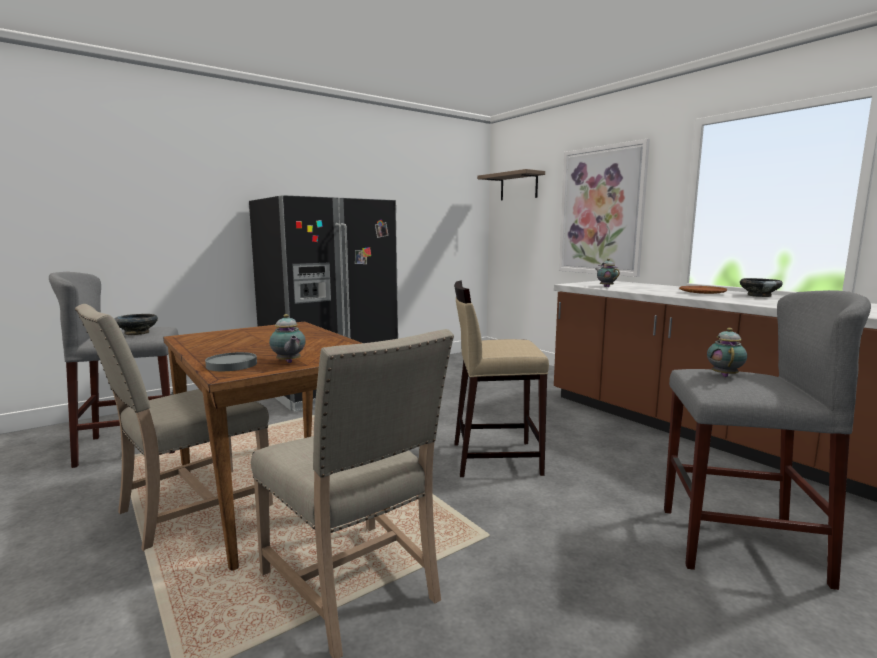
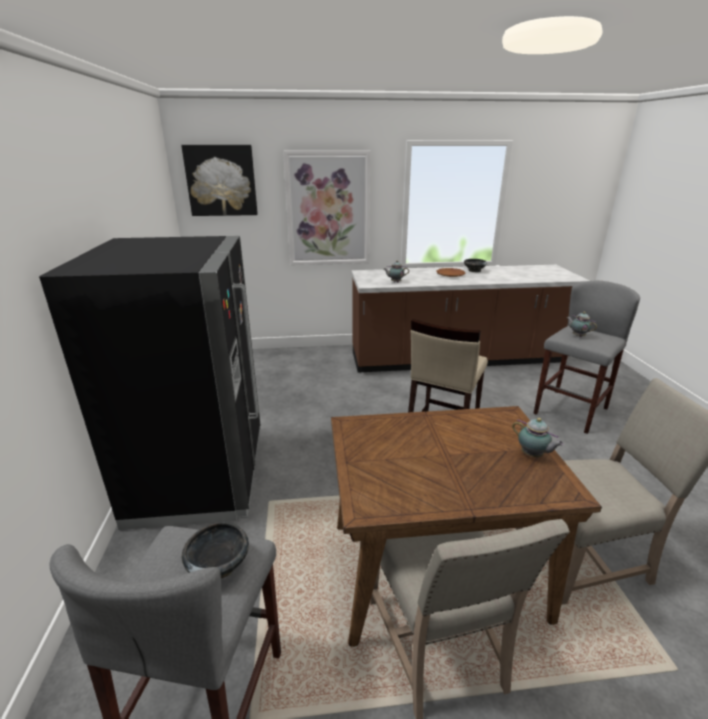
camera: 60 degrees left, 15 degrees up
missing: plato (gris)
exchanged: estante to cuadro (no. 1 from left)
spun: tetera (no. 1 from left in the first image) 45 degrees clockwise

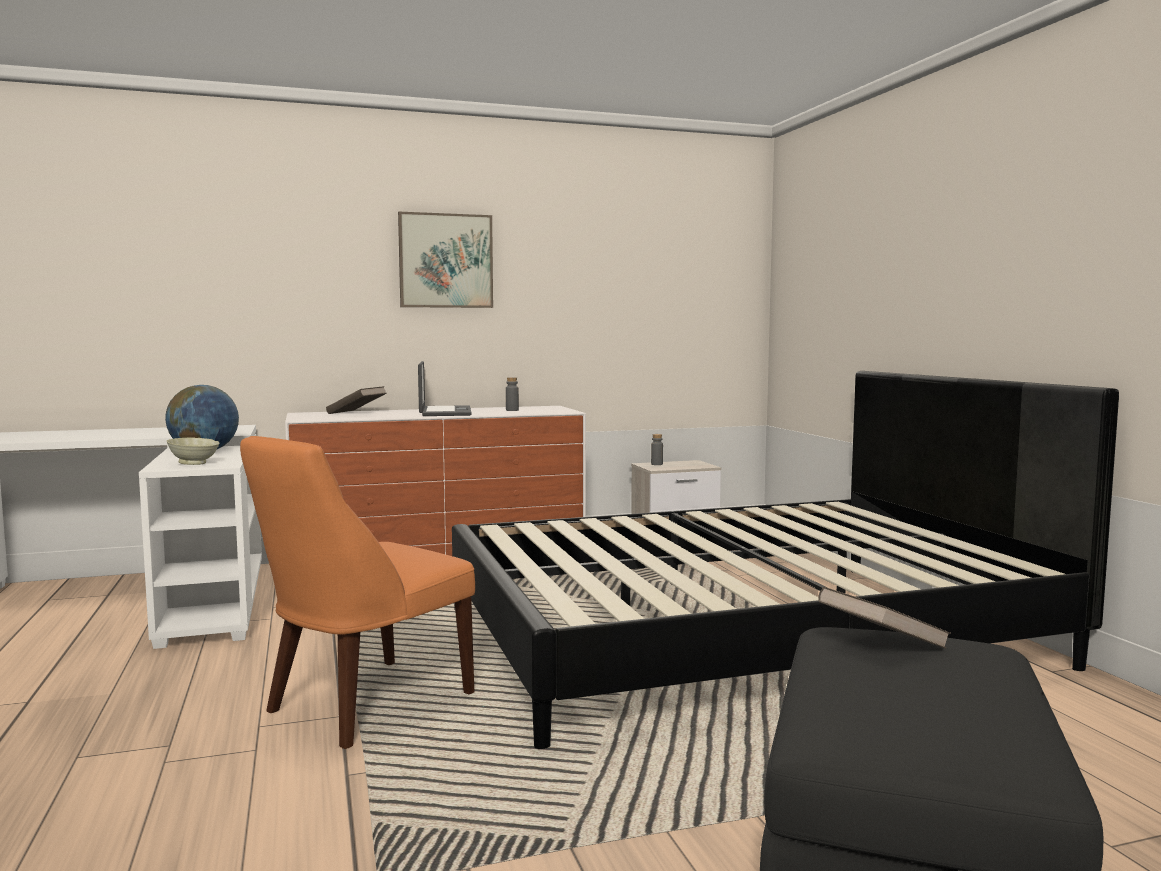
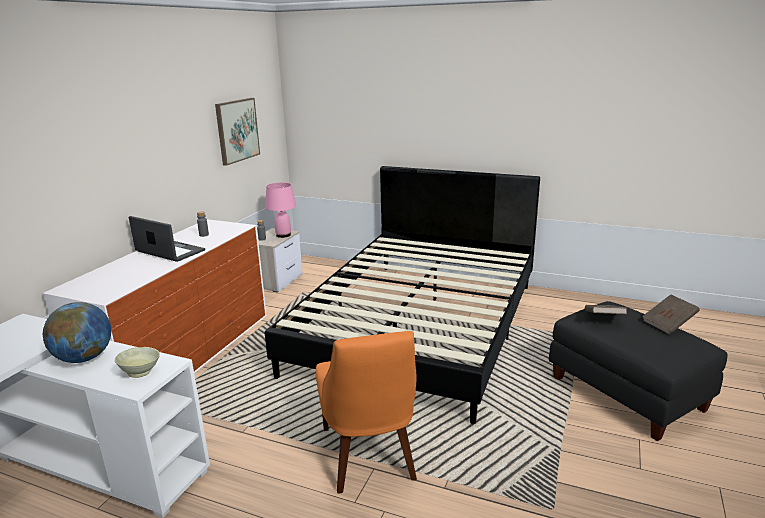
camera: 50 degrees left, 15 degrees up
appeared: lámpara de mesa (rosa)
relocated: libro (marrón) (no. 1 from left in the first image) to libro (marrón) (no. 2 from left); cuadro

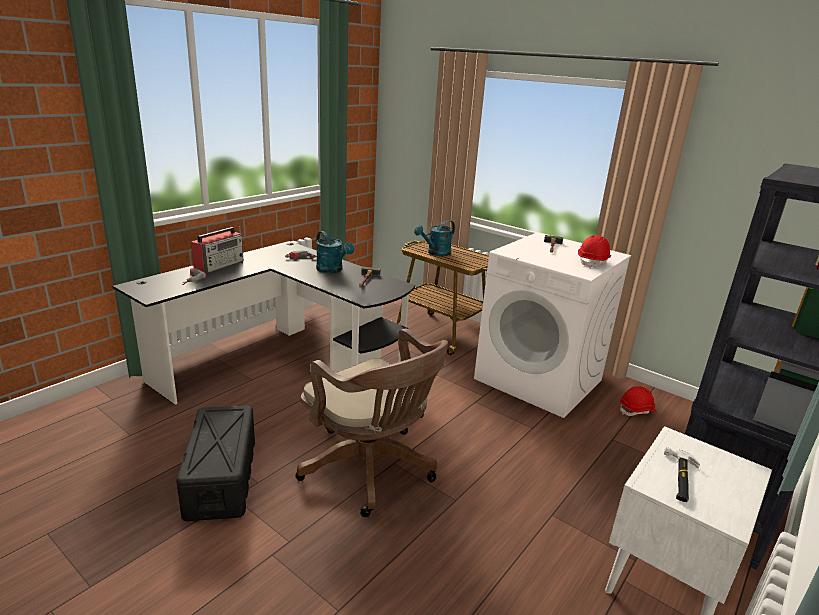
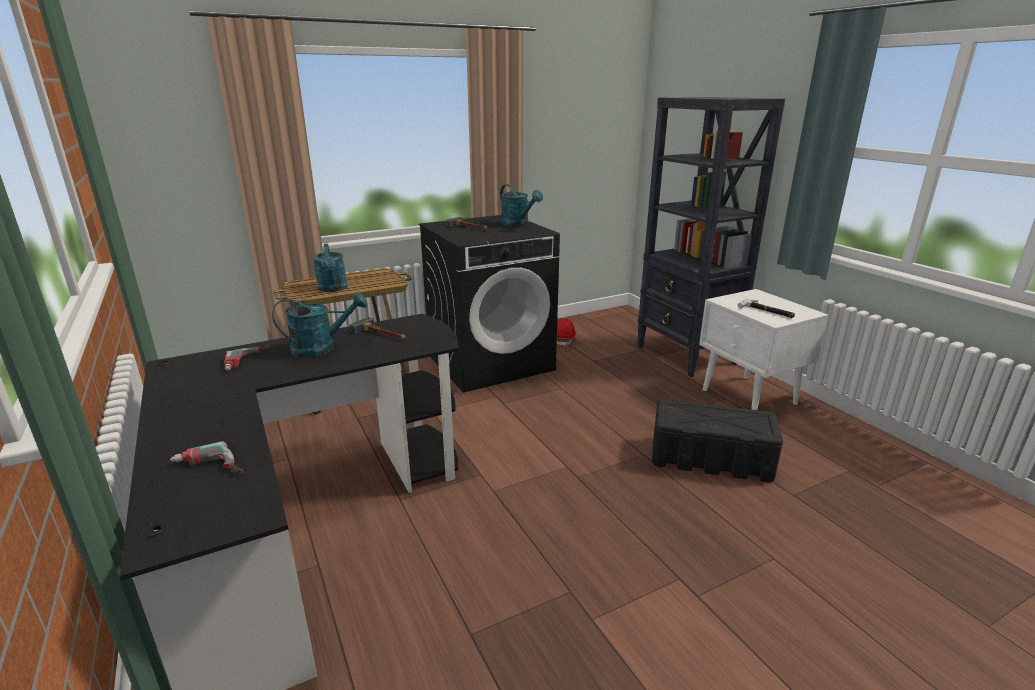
camera: 65 degrees left, 0 degrees up
missing: radio; silla de oficina (marrón)
relocated: caja de almacenaje (negro)
exchanged: casco (rojo) (no. 1 from left) to regadera (turquesa) (no. 3 from left)
colour: lavadora (blanco) to lavadora (negro)

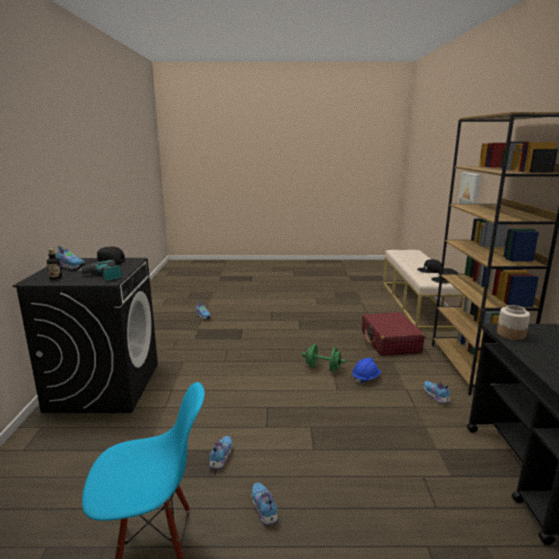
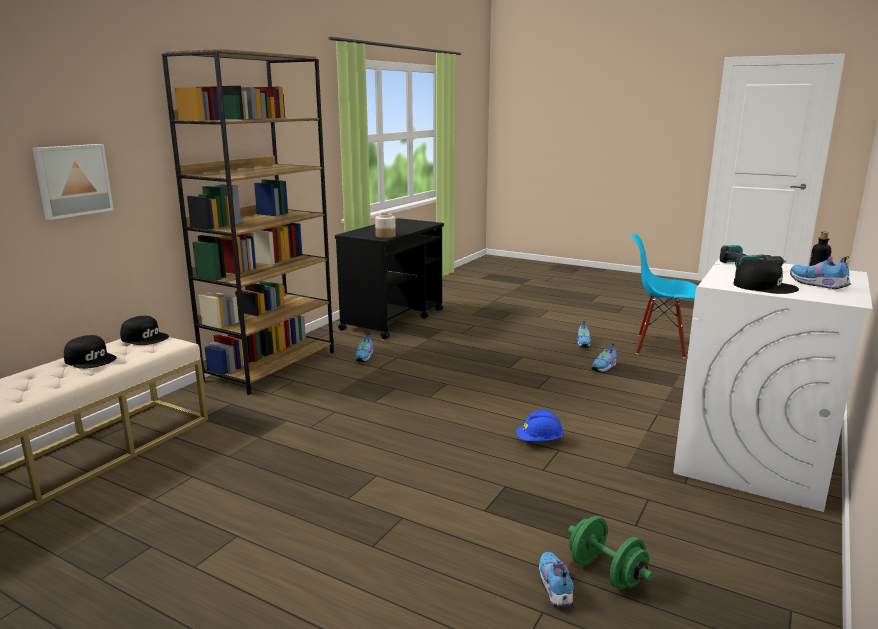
camera: 150 degrees left, 0 degrees up
missing: maleta (rojo)
relocated: mancuerna (verde); casco (azul)
colour: lavadora (negro) to lavadora (blanco)

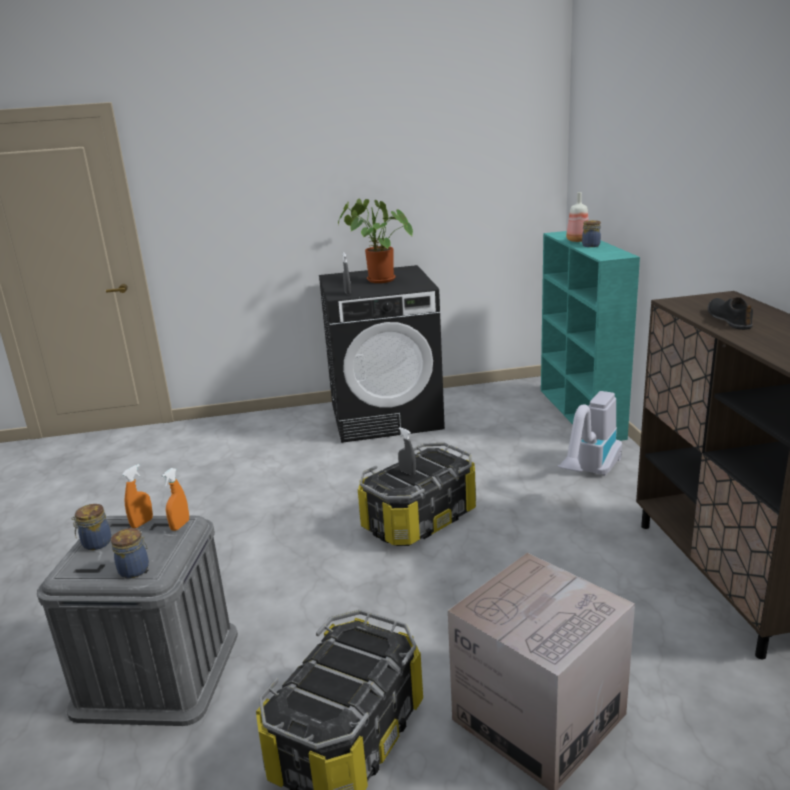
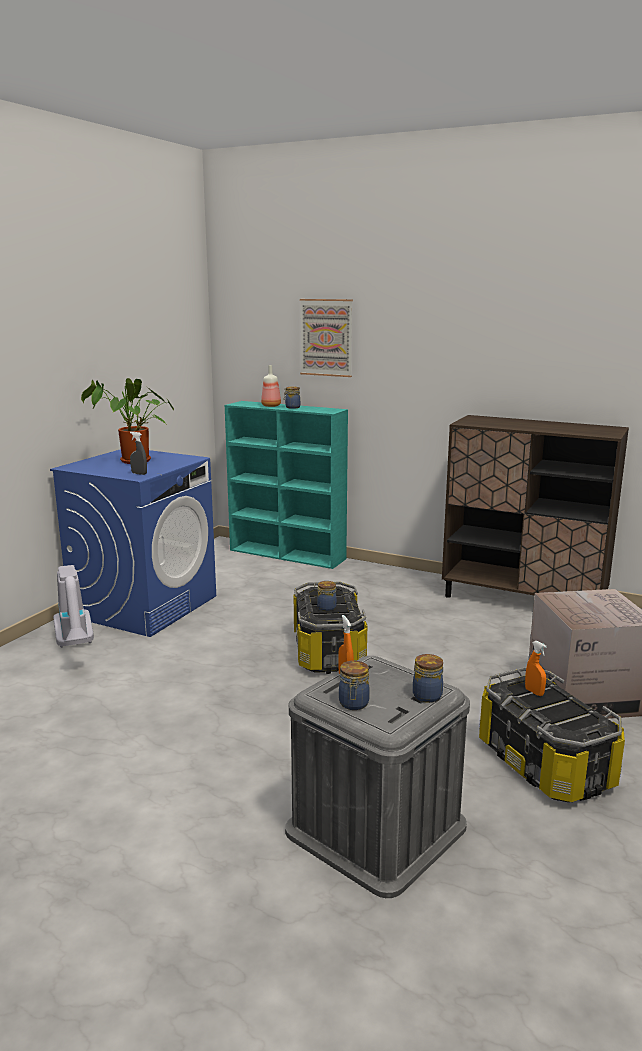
camera: 55 degrees left, 5 degrees down
missing: zapato (negro)
appeared: cuadro
relocated: pulverizador (naranja) (no. 2 from left); aspiradora
exchanged: pulverizador (gris) (no. 2 from left) to tarro (no. 2 from left)
colour: lavadora (negro) to lavadora (azul)

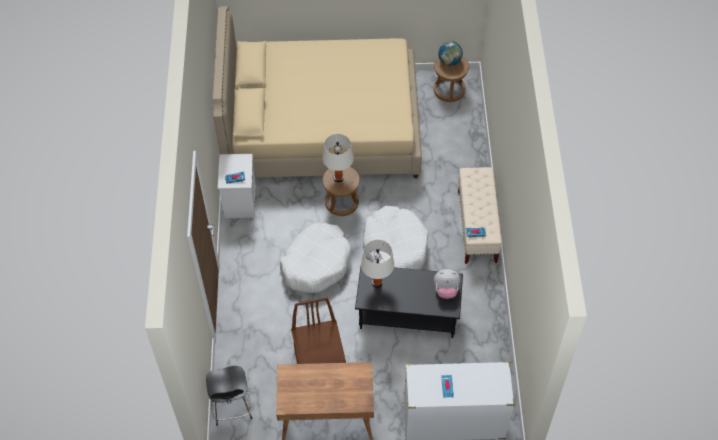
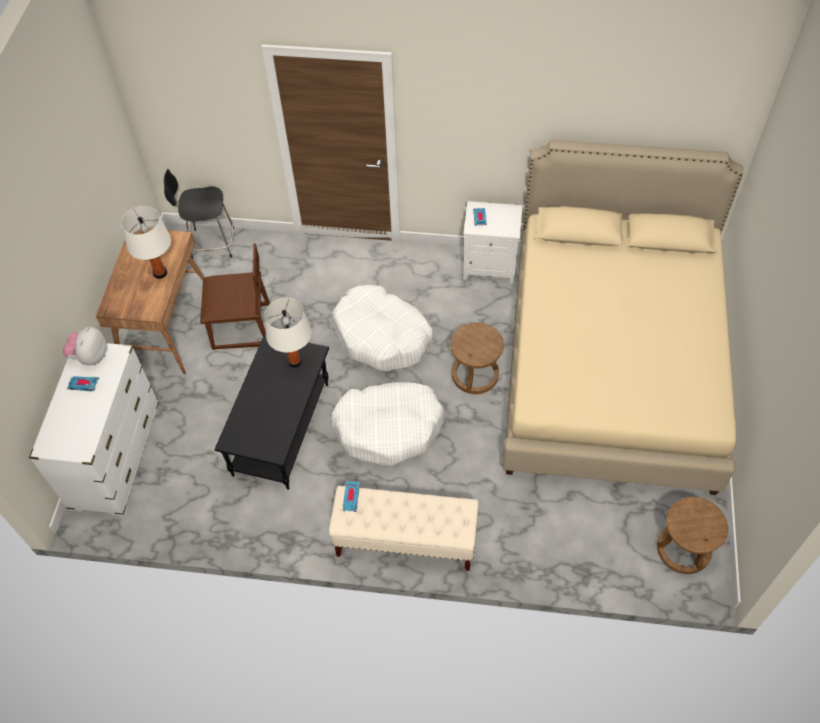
camera: 100 degrees right, 0 degrees up
missing: globo terráqueo
relocated: lámpara de mesa (blanco) (no. 1 from left); peluche

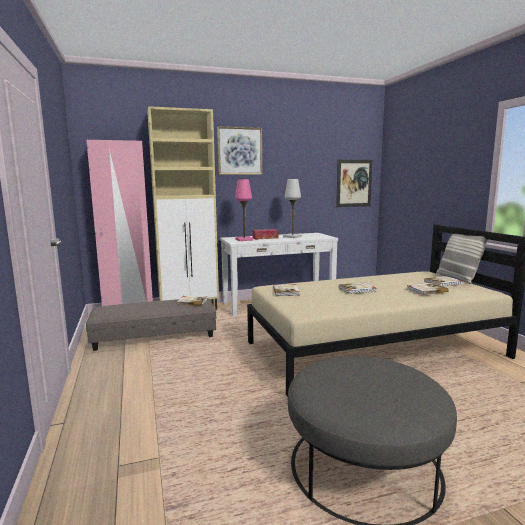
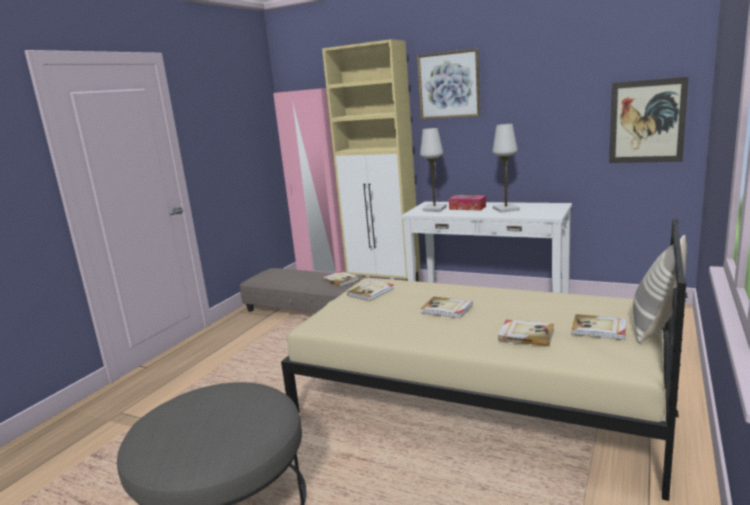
camera: 45 degrees right, 5 degrees up
colour: lámpara de mesa (rosa) to lámpara de mesa (blanco) (no. 1 from left)

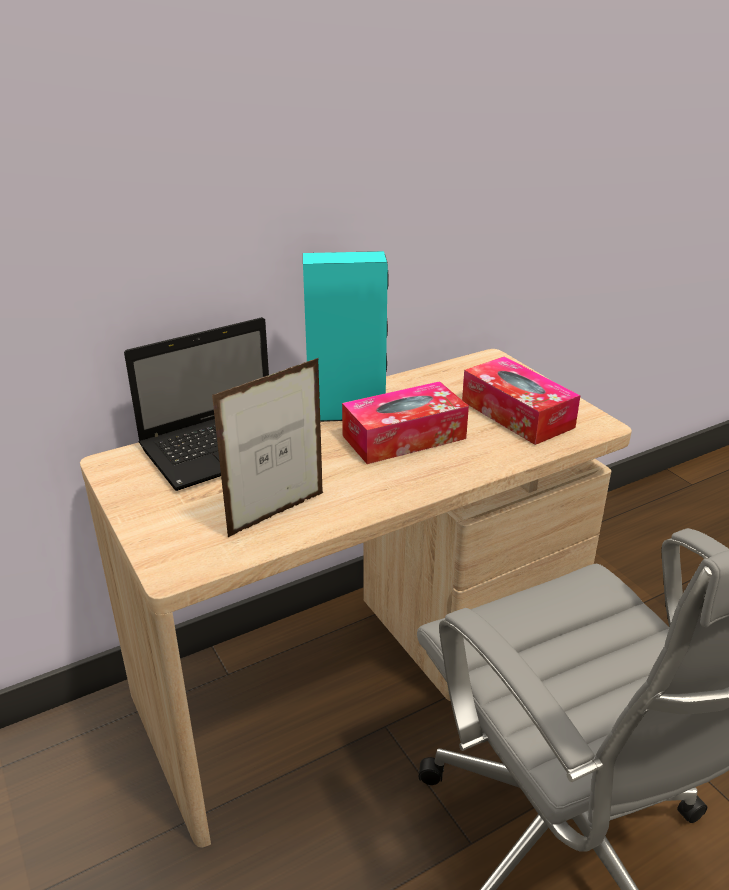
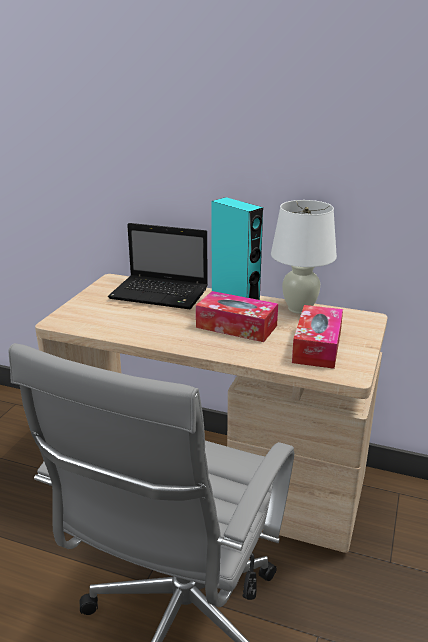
camera: 50 degrees right, 5 degrees down
missing: portarretratos
appeared: lámpara de mesa (blanco)

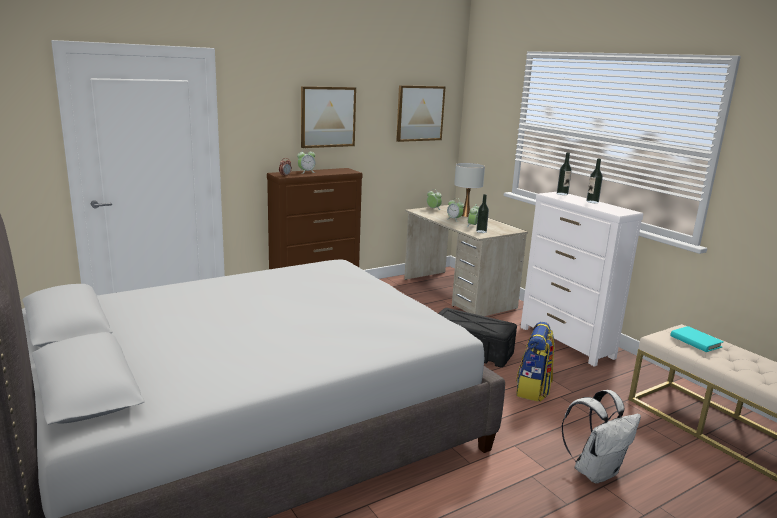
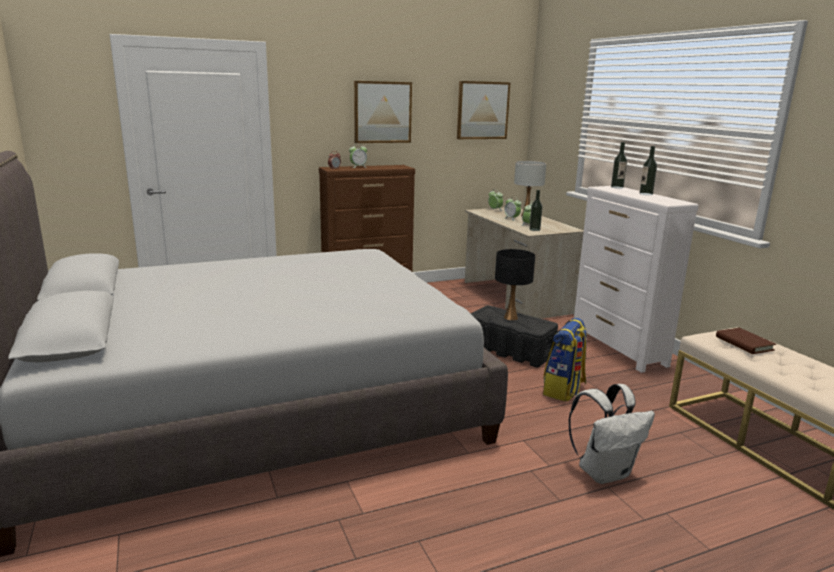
camera: 10 degrees right, 0 degrees up
appeared: lámpara de mesa (negro)
colour: libro (turquesa) to libro (marrón)

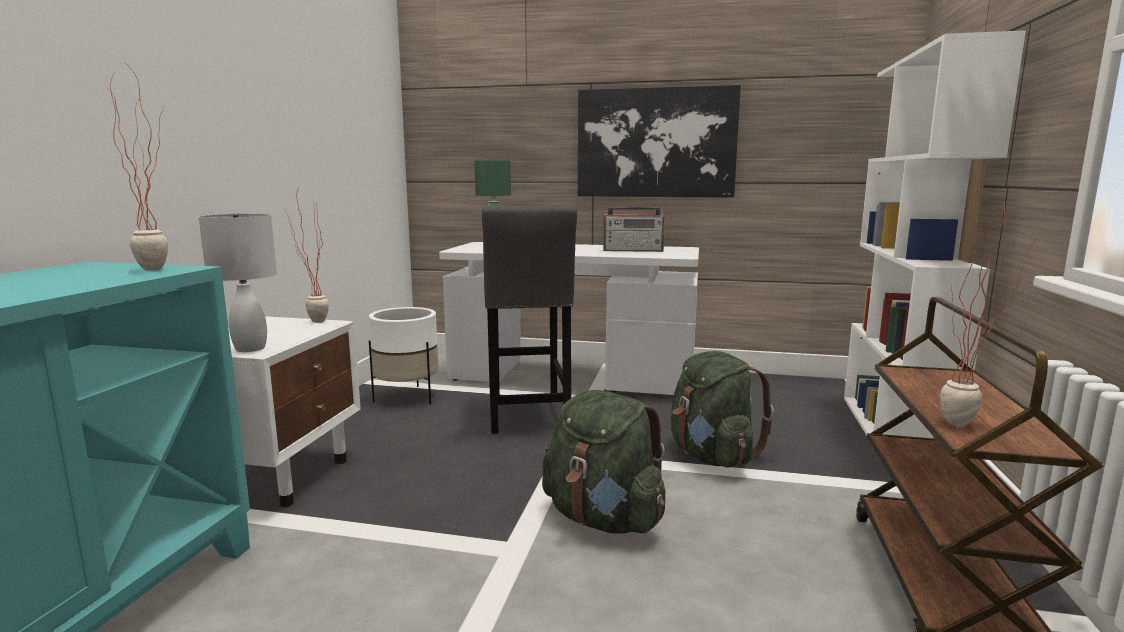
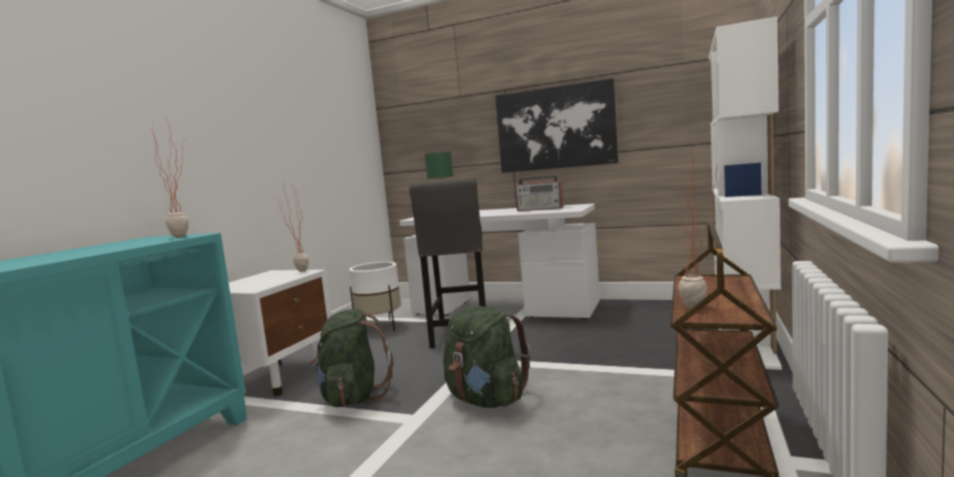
camera: 10 degrees right, 5 degrees down
missing: lámpara de mesa (blanco)
relocated: mochila (verde) (no. 2 from left in the first image) to mochila (verde) (no. 1 from left)

